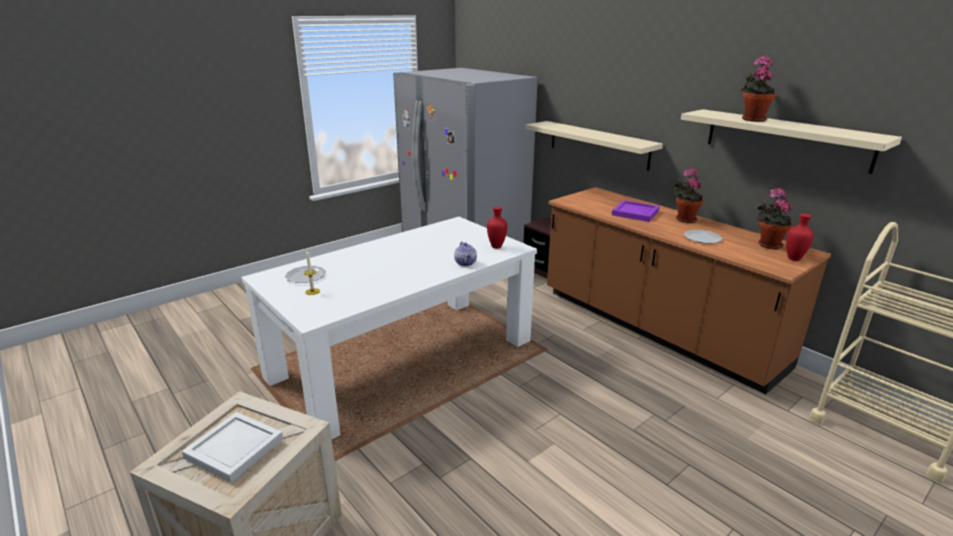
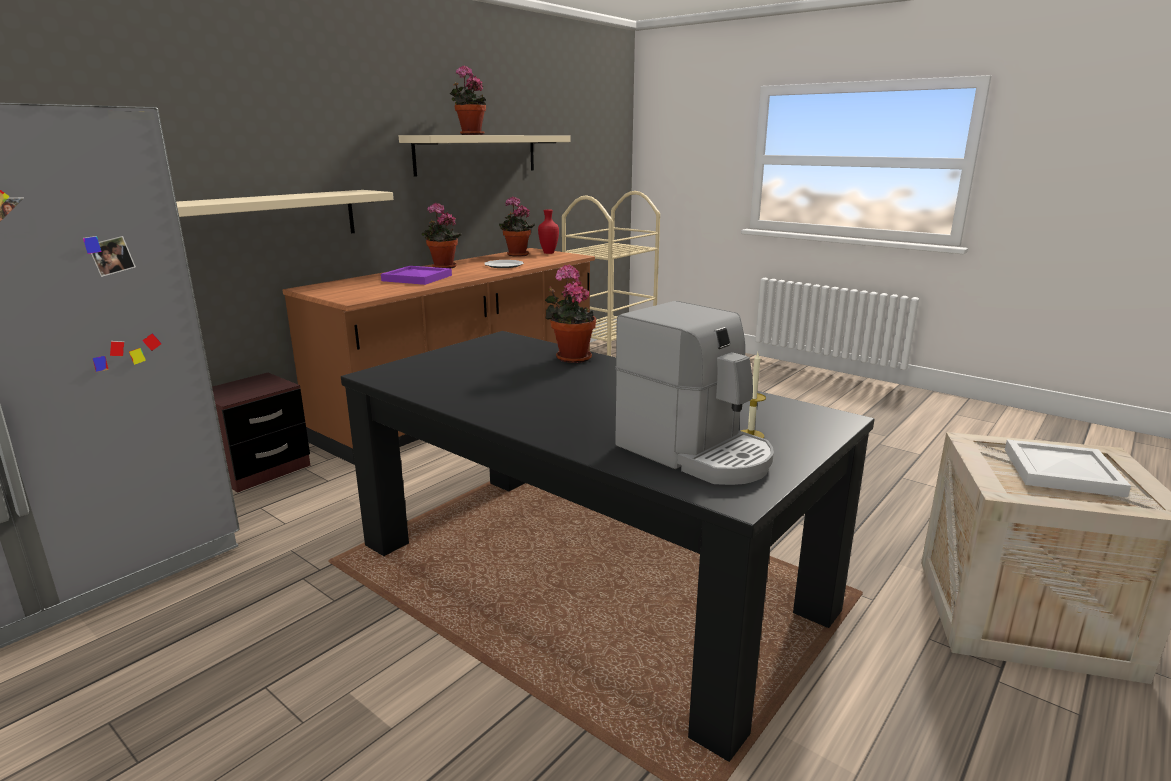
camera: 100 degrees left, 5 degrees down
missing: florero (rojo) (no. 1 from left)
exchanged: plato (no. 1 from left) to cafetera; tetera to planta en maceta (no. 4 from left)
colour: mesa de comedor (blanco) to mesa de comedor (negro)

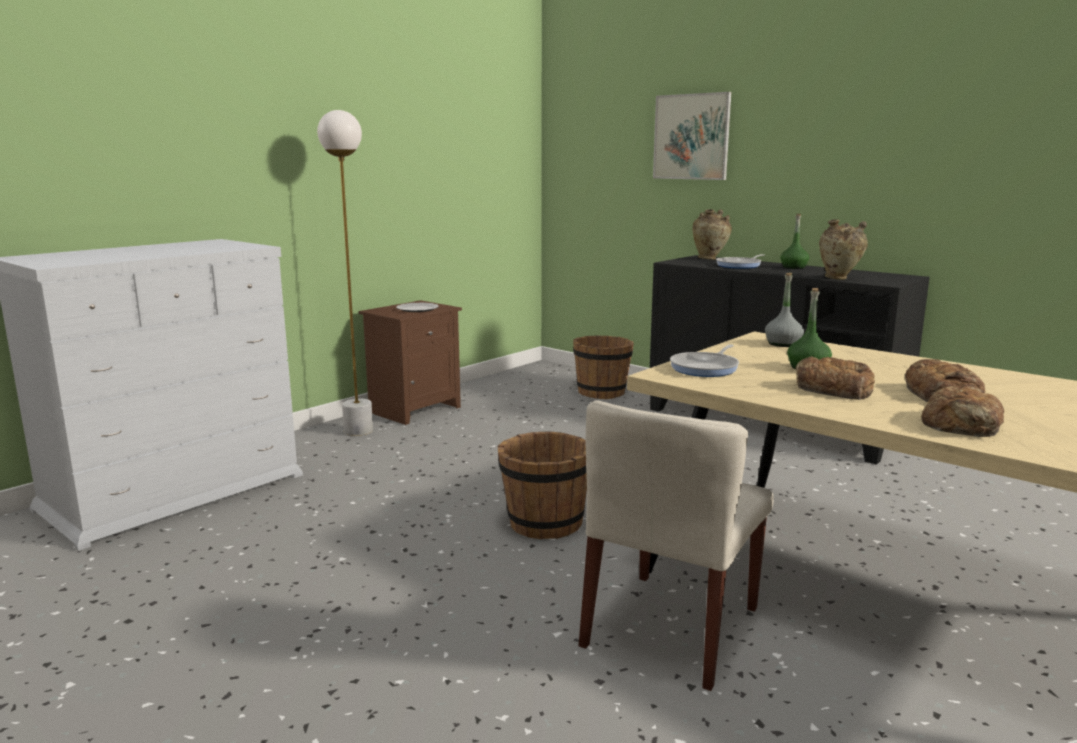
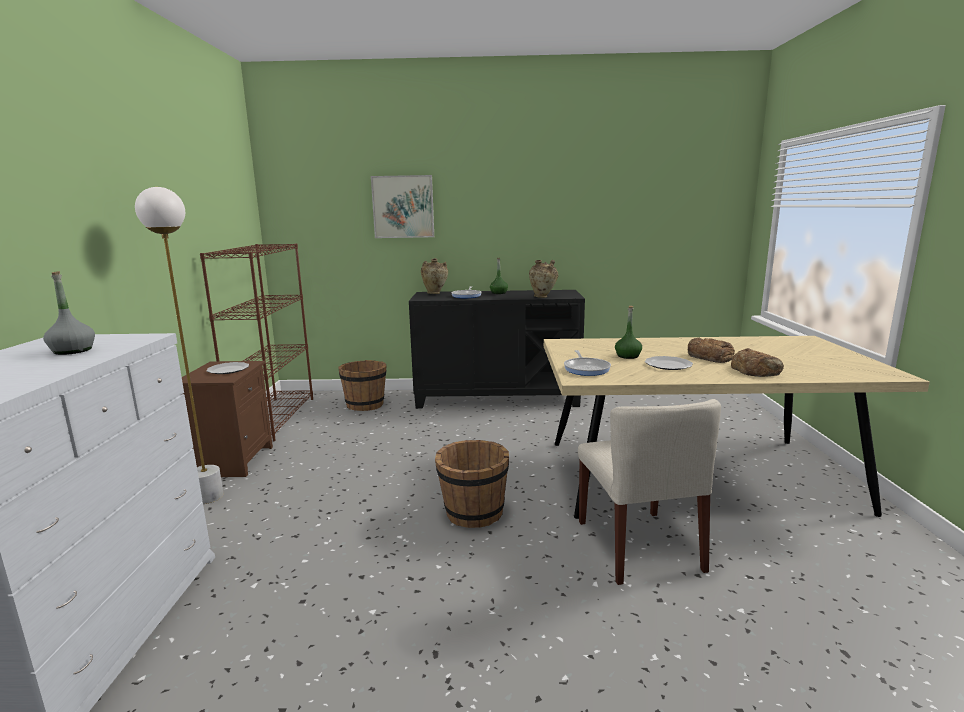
camera: 40 degrees left, 0 degrees up
appeared: estantería (marrón)
relocated: botella (gris)
exchanged: pan (no. 1 from left) to plato (no. 2 from left)

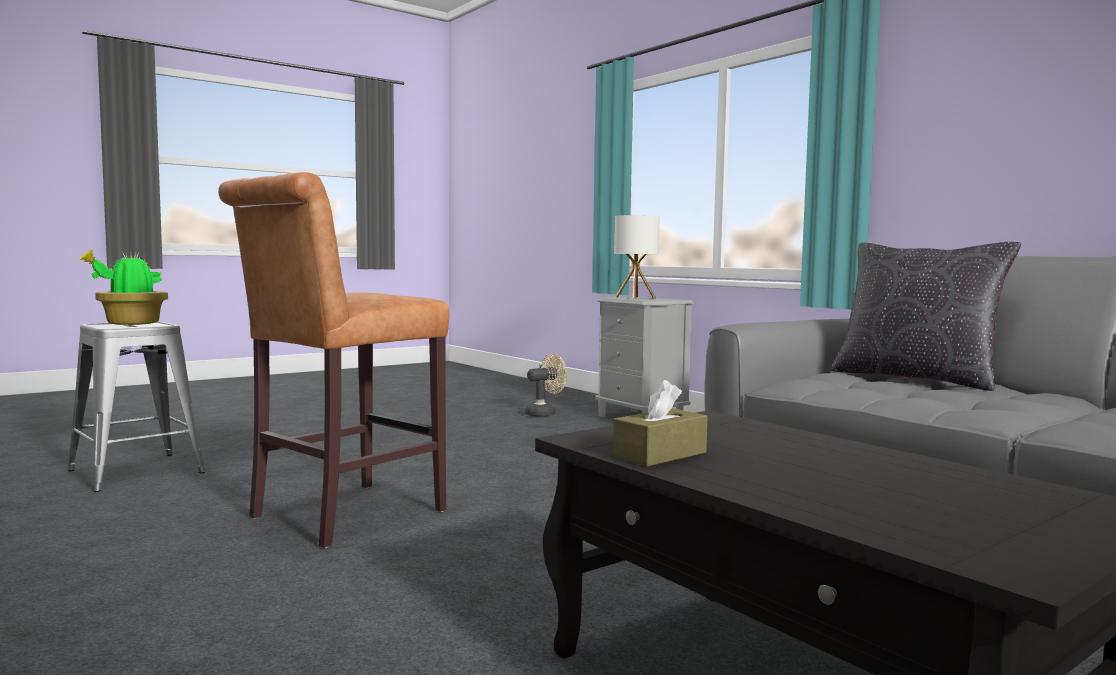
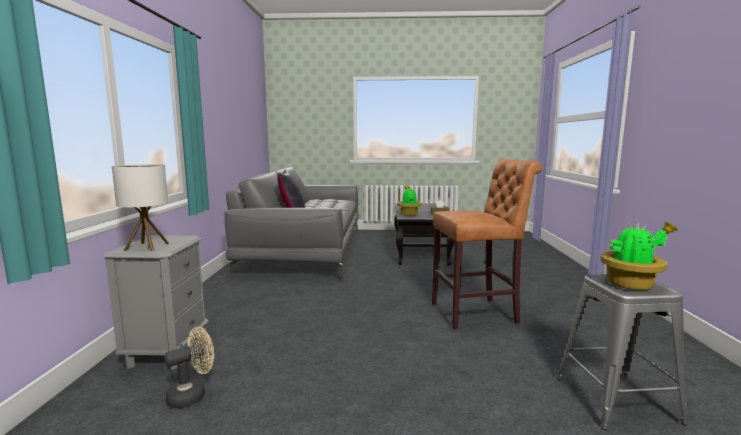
camera: 140 degrees left, 5 degrees up
appeared: planta en maceta (no. 1 from left)
spun: ventilador (beis) 135 degrees clockwise

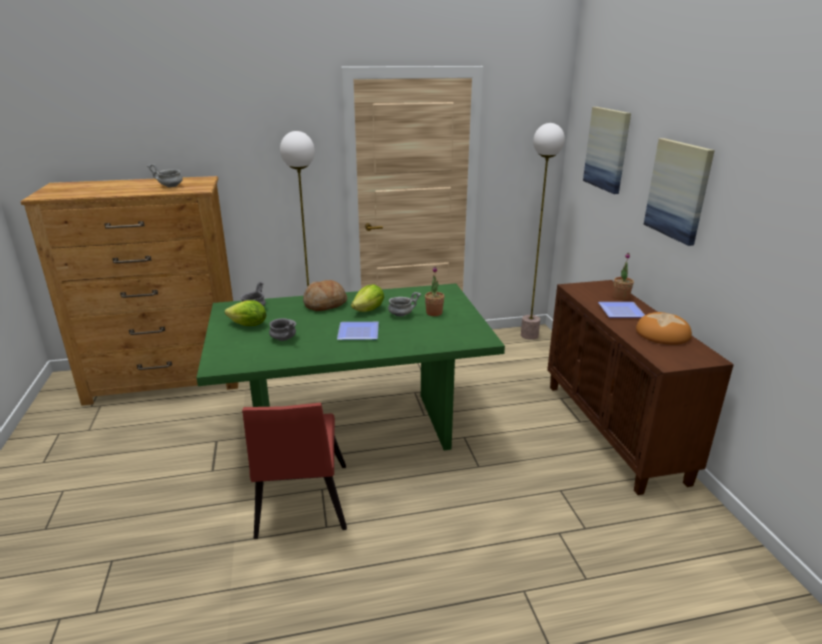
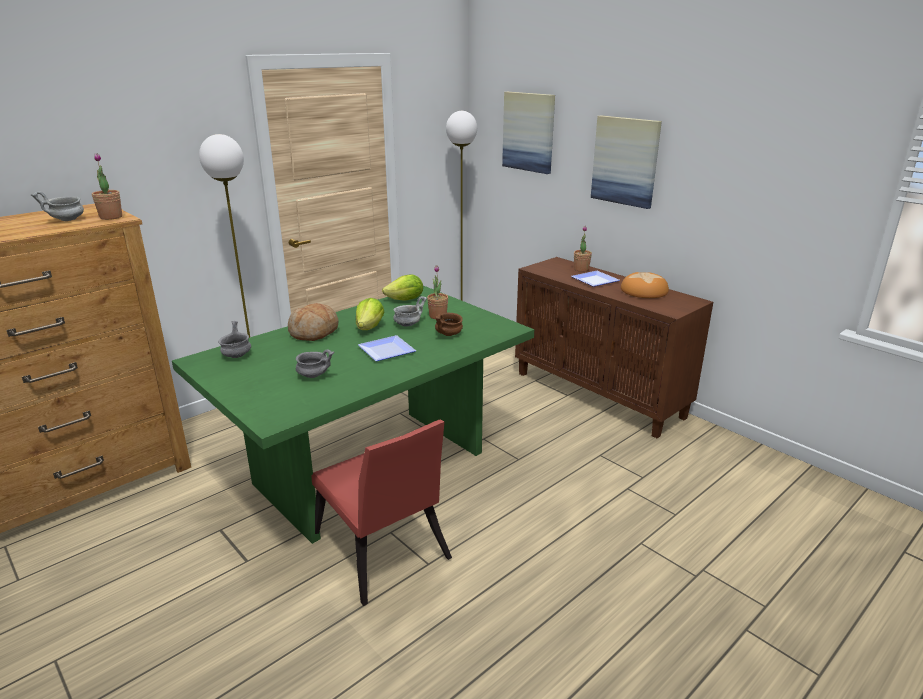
camera: 30 degrees left, 0 degrees up
appeared: planta en maceta (no. 1 from left); cuenco (marrón)
relocated: lechuga (no. 1 from left in the first image) to lechuga (no. 2 from left)

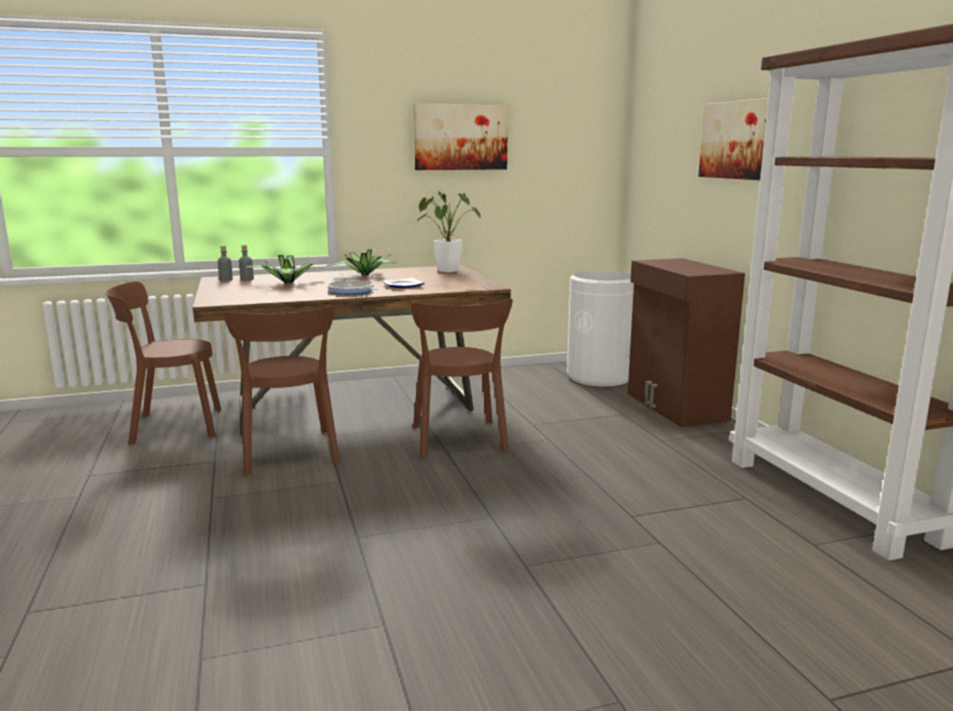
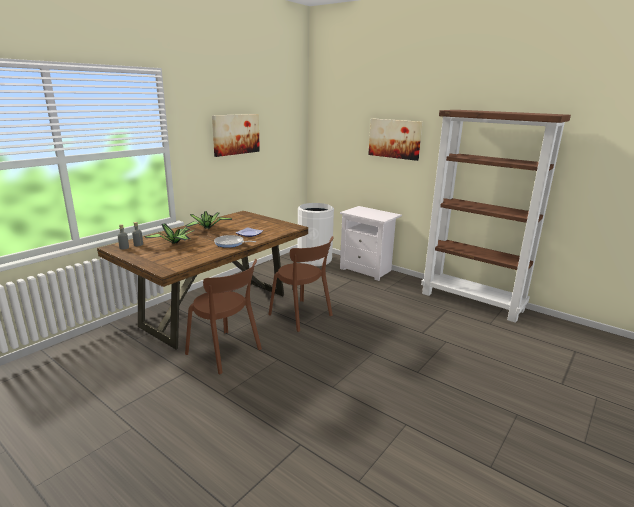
camera: 35 degrees left, 5 degrees up
missing: silla (marrón) (no. 1 from left); planta en maceta (no. 3 from left)
exchanged: armario (marrón) to mesita de noche (blanco)

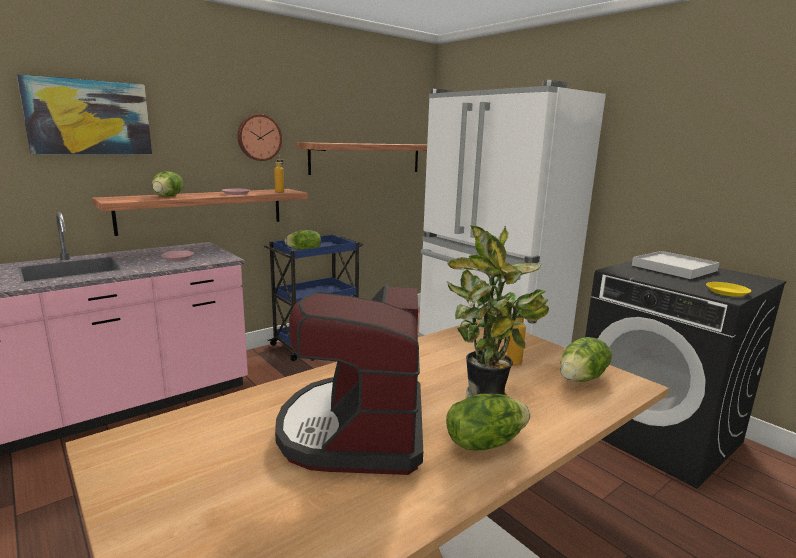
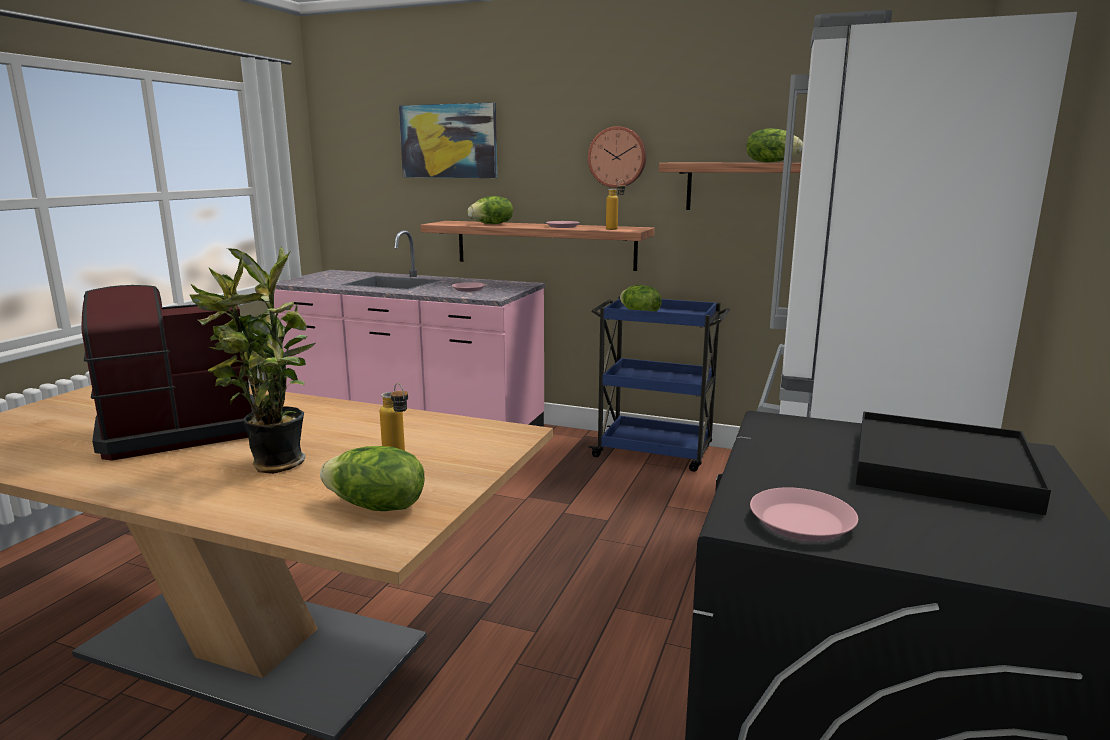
camera: 60 degrees right, 0 degrees up
relocated: lechuga (no. 3 from left in the first image) to lechuga (no. 4 from left)
colour: bandeja (blanco) to bandeja (negro); plato (amarillo) to plato (rosa) (no. 3 from left)

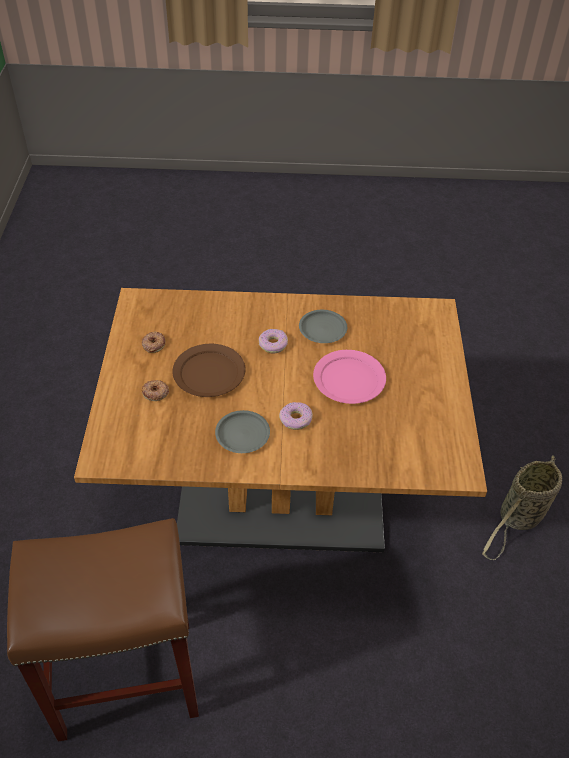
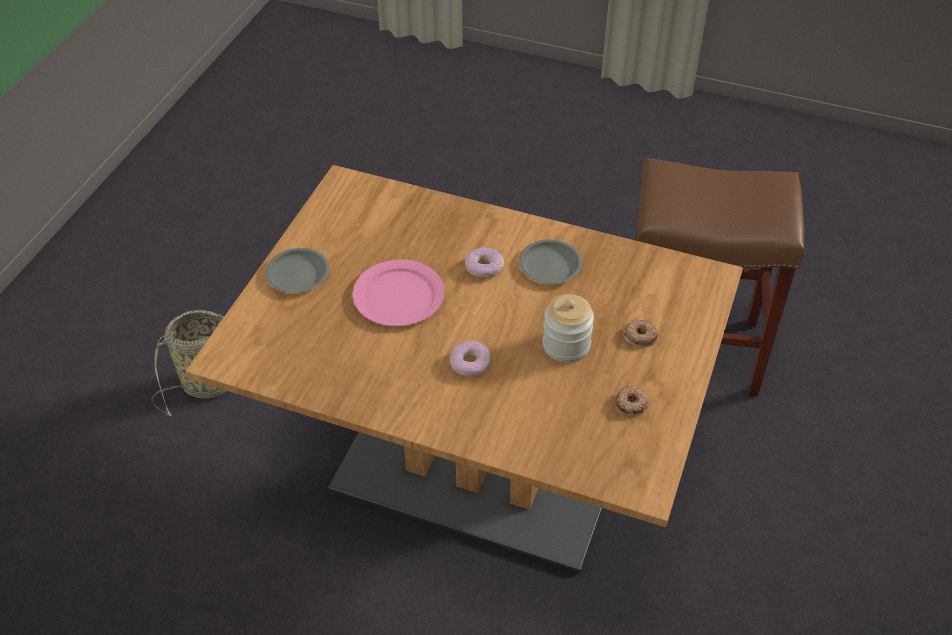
camera: 160 degrees left, 0 degrees up
relocated: plato (gris) (no. 2 from left in the first image) to plato (gris) (no. 1 from left)
exchanged: plato (marrón) to tarro

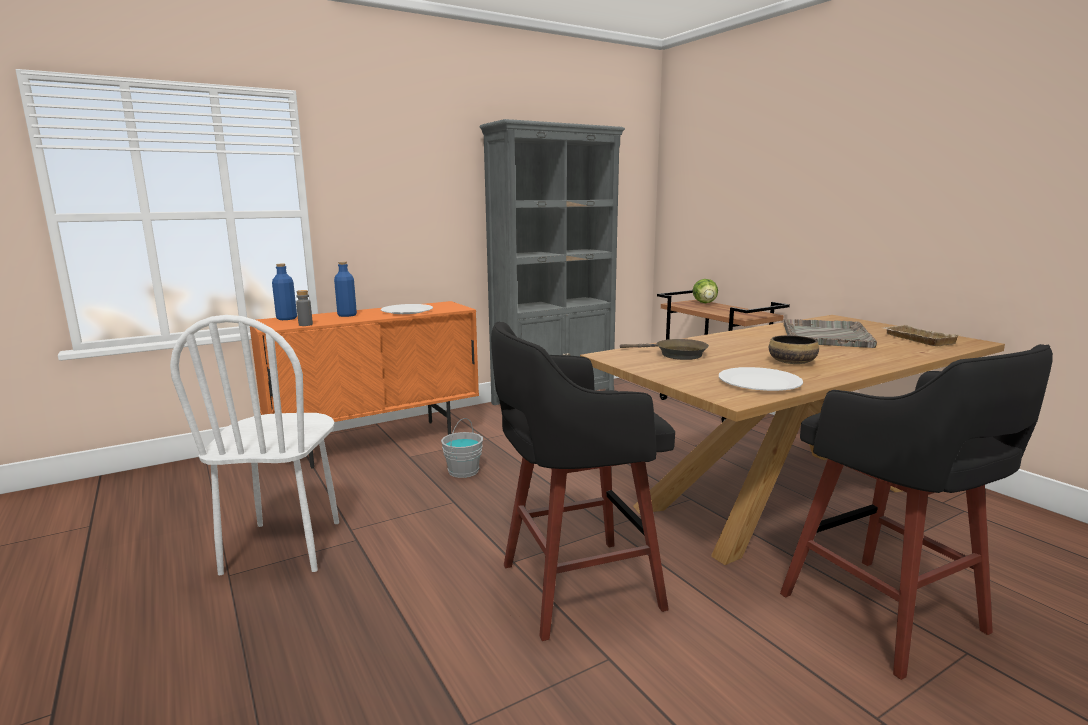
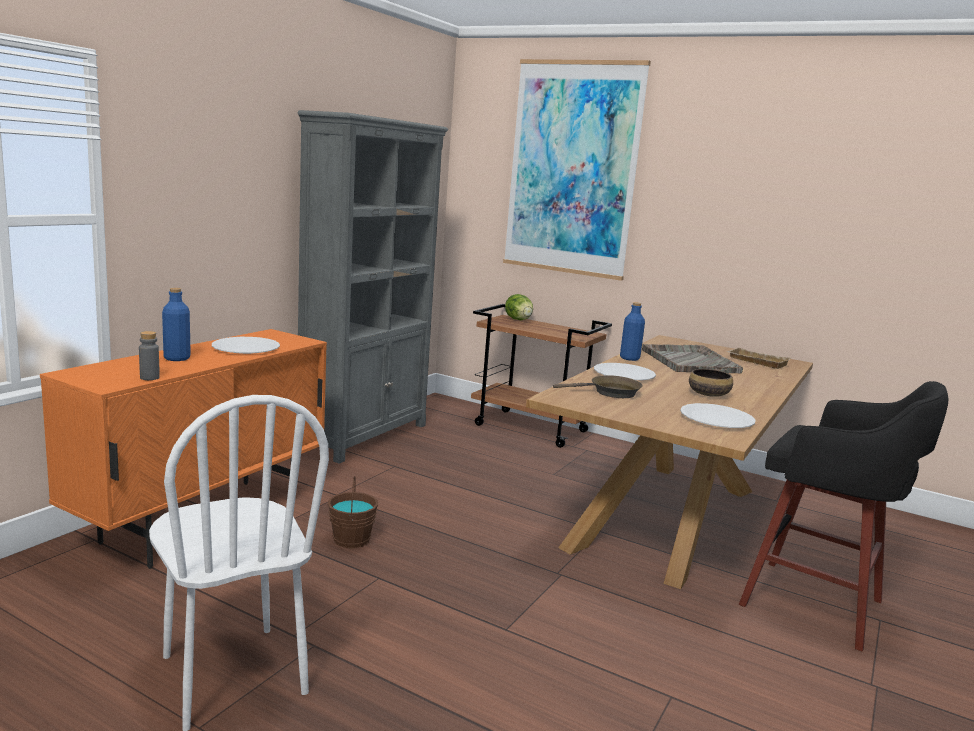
camera: 30 degrees left, 0 degrees up
missing: taburete (negro) (no. 1 from left)
appeared: cuadro; plato (blanco) (no. 2 from left)
relocated: botella (azul) (no. 1 from left in the first image) to botella (azul) (no. 2 from left)
colour: cubo (gris) to cubo (marrón)

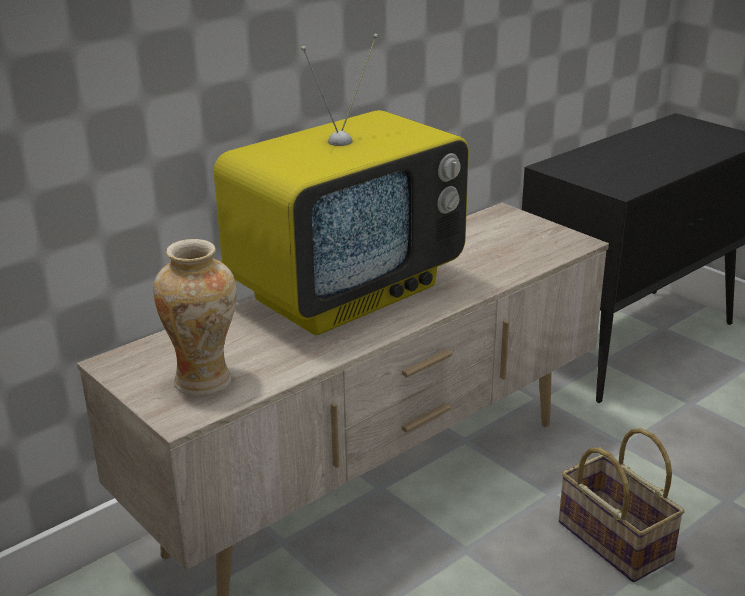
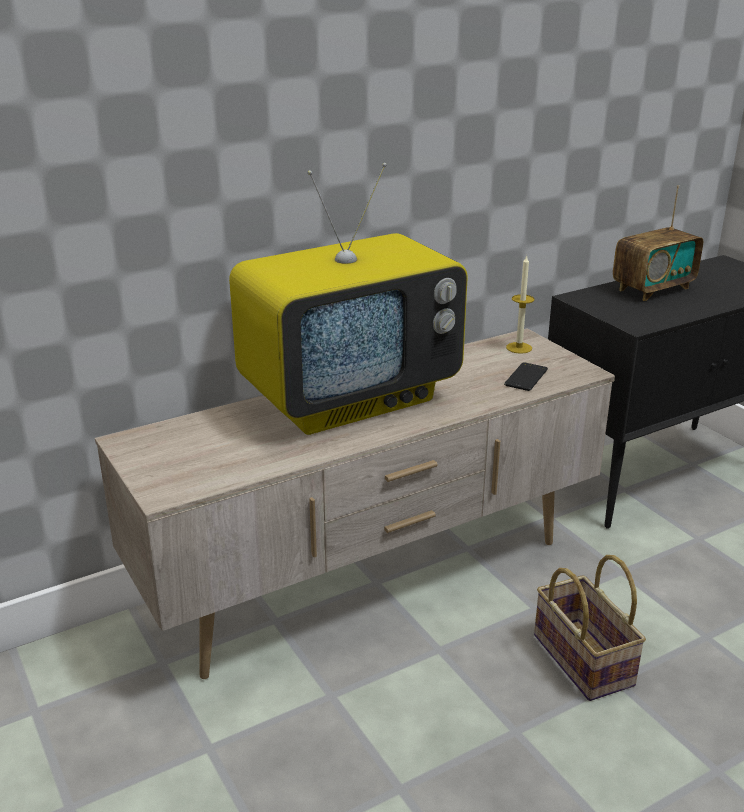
camera: 10 degrees right, 0 degrees up
missing: florero
appeared: móvil; vela; radio

